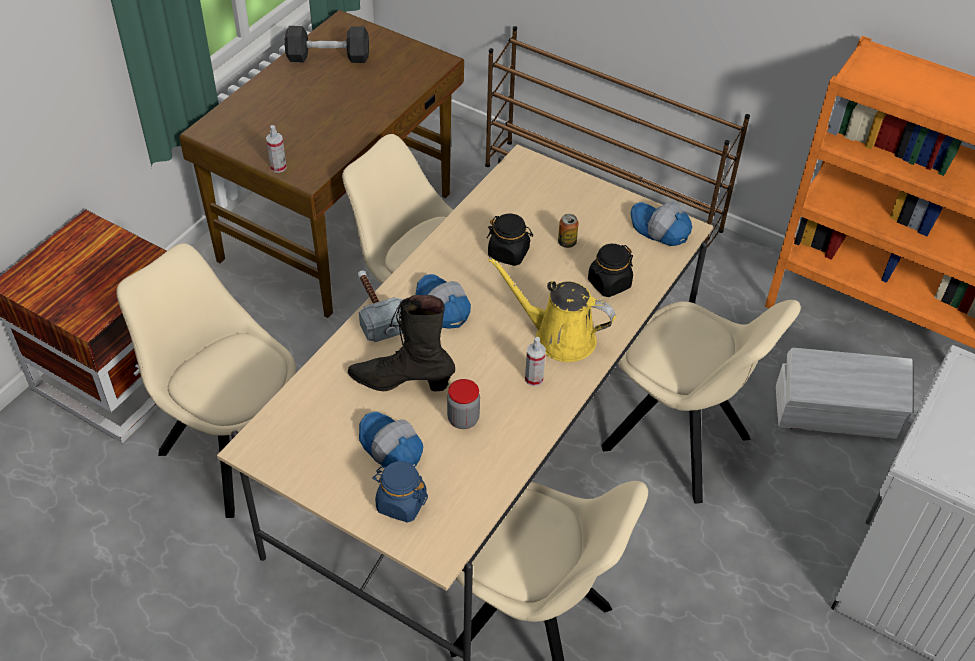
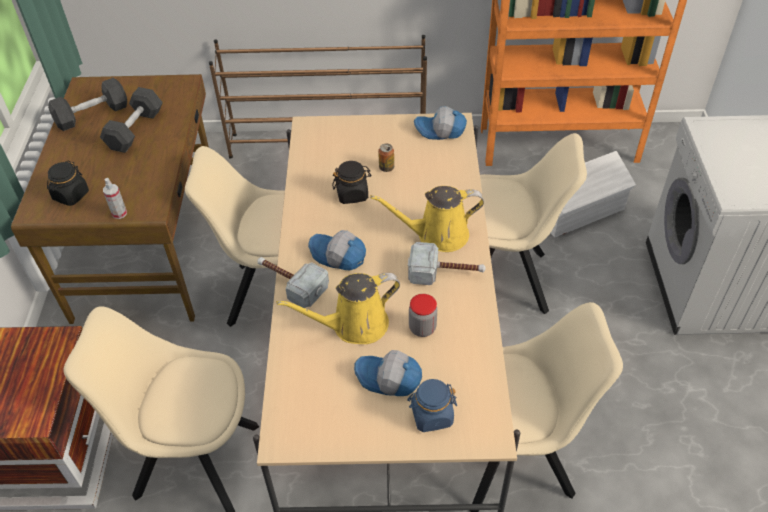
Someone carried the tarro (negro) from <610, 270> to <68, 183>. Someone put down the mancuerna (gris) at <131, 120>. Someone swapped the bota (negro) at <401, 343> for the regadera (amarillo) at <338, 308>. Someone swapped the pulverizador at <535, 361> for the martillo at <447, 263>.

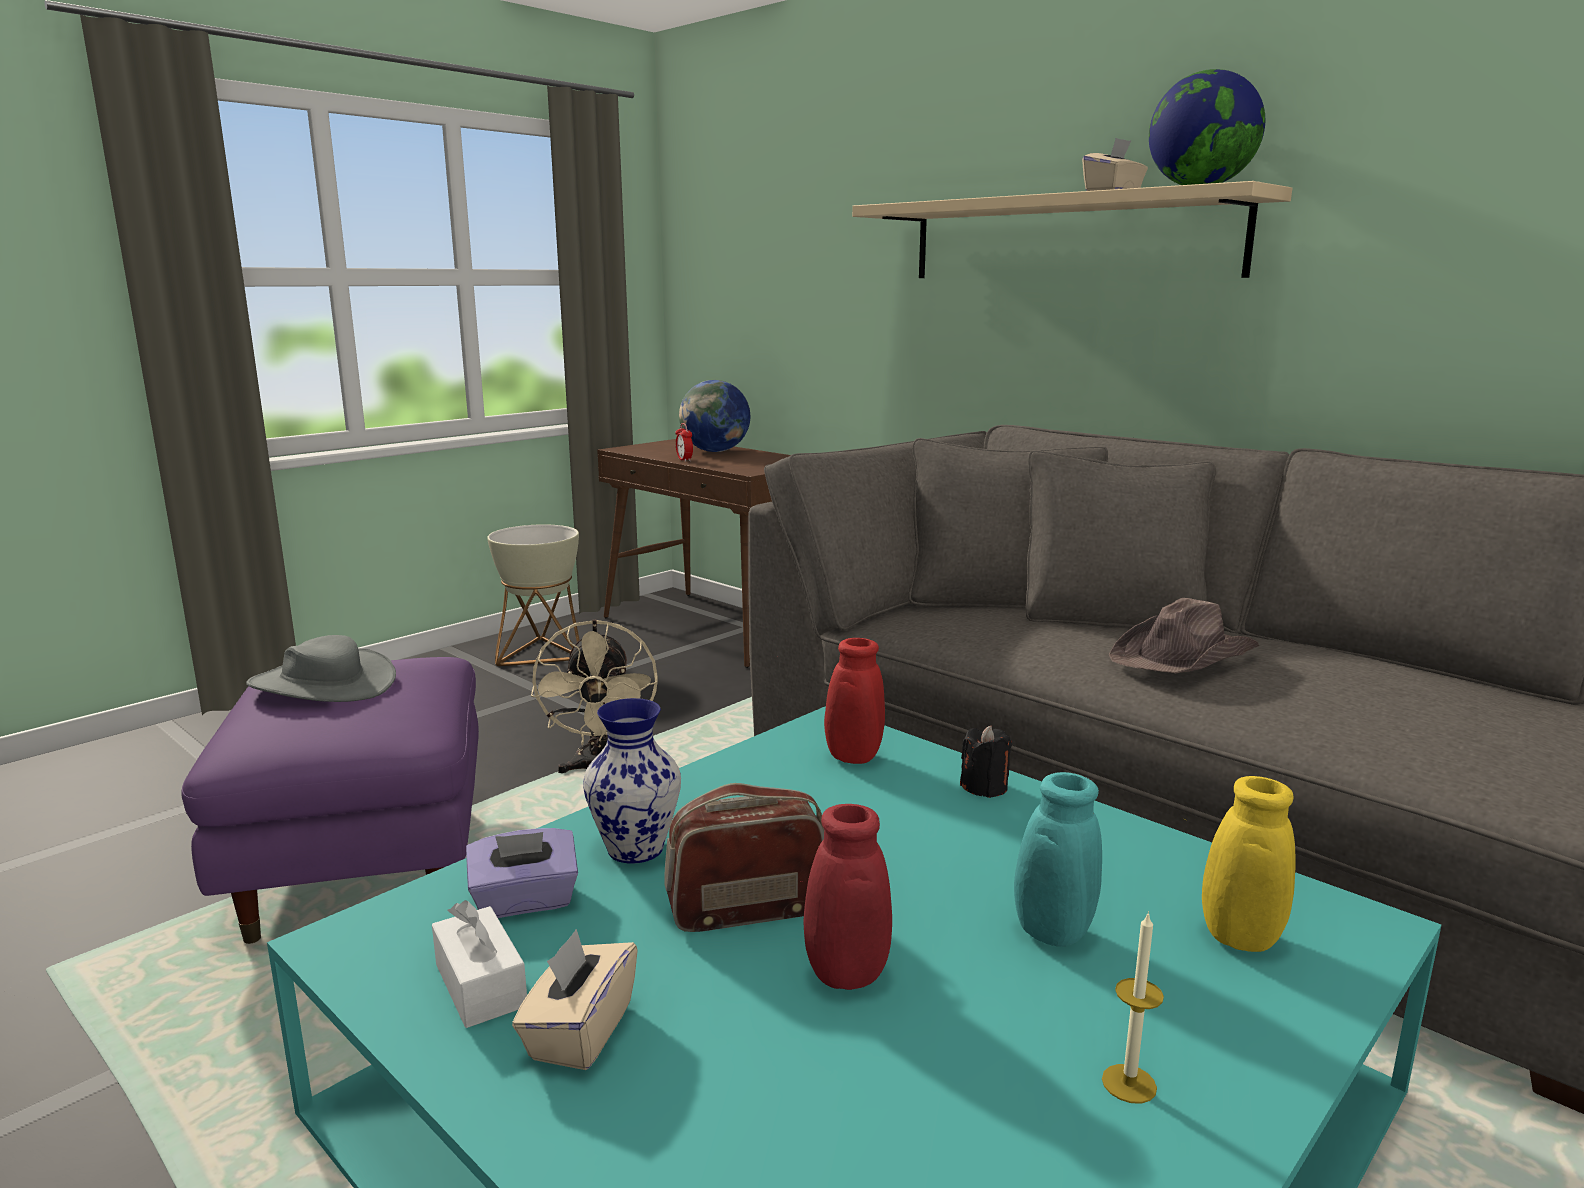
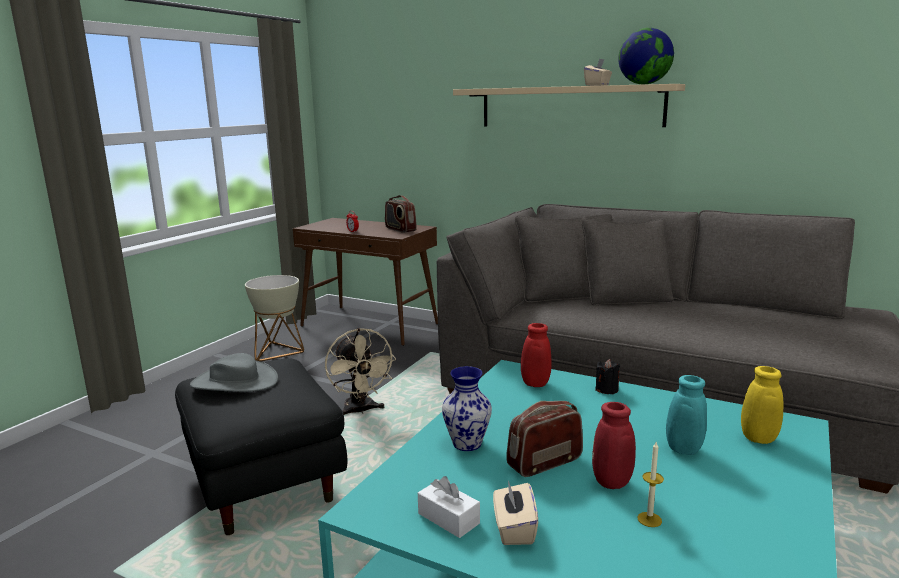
Someone repainted the puf (morado) at <330, 800>, which became the puf (negro) at <261, 447>. Someone put down the radio at <401, 214>. Someone carried the vela from <1133, 1007> to <650, 484>. Someone took away the caja de pañuelos (morado) at <522, 873>. Someone took away the globo terráqueo at <714, 416>. Someone took away the sombrero (marrón) at <1184, 635>.

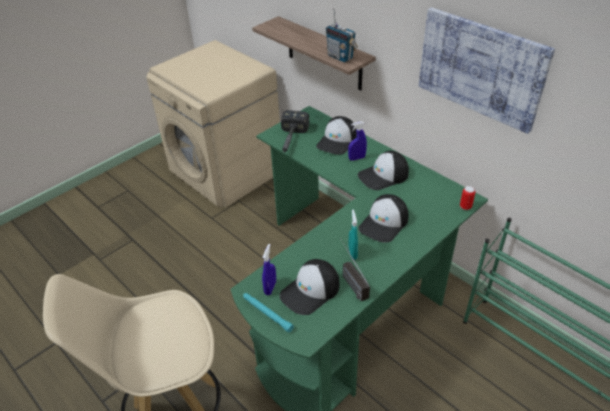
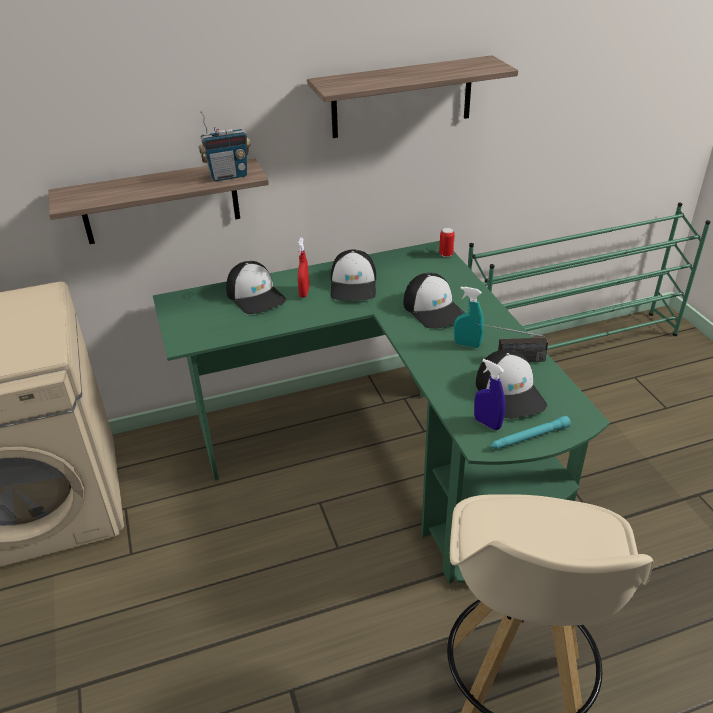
Someone repainted the pulverizador (azul) at <357, 141>, which became the pulverizador (rojo) at <303, 268>. Someone swapped the cuadro at <487, 70> for the estante at <412, 96>. Someone took away the martillo at <295, 131>.

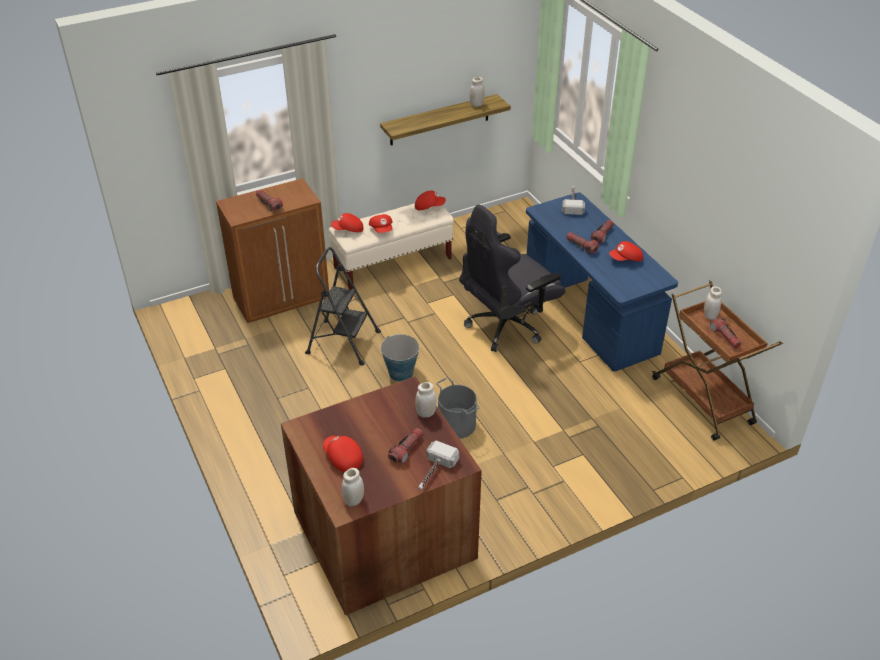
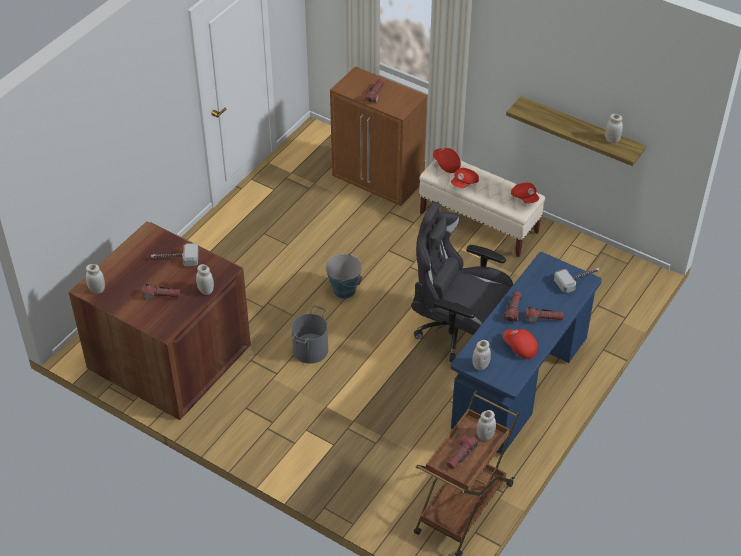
Someone carried the martillo from <438, 465> to <175, 255>. Someone put down the tarro (blanco) at <482, 355>. Someone took away the escalera de tijera (negro) at <343, 306>. Someone took away the gorra (rojo) at <343, 454>.

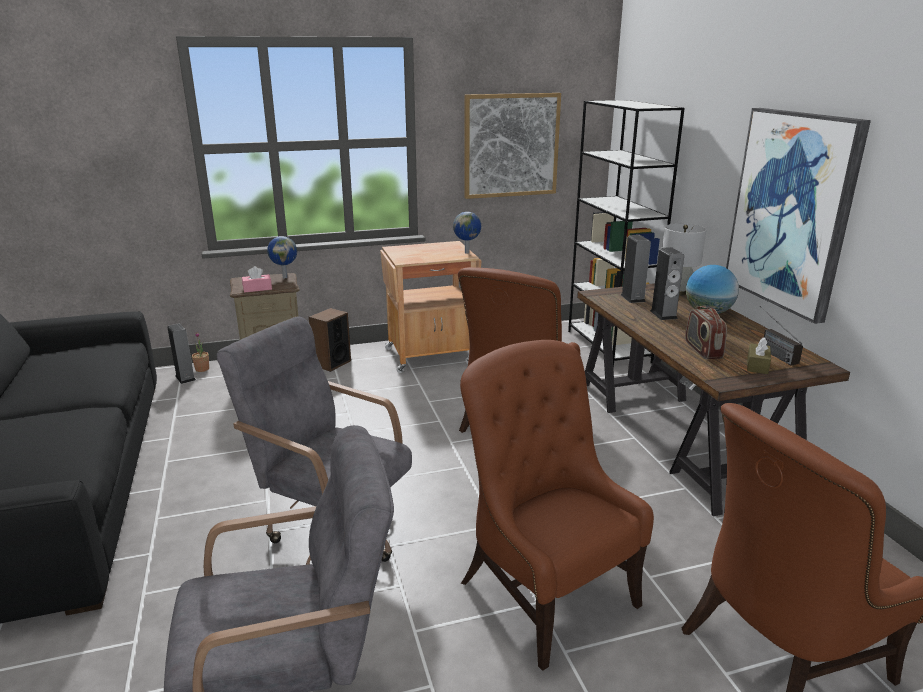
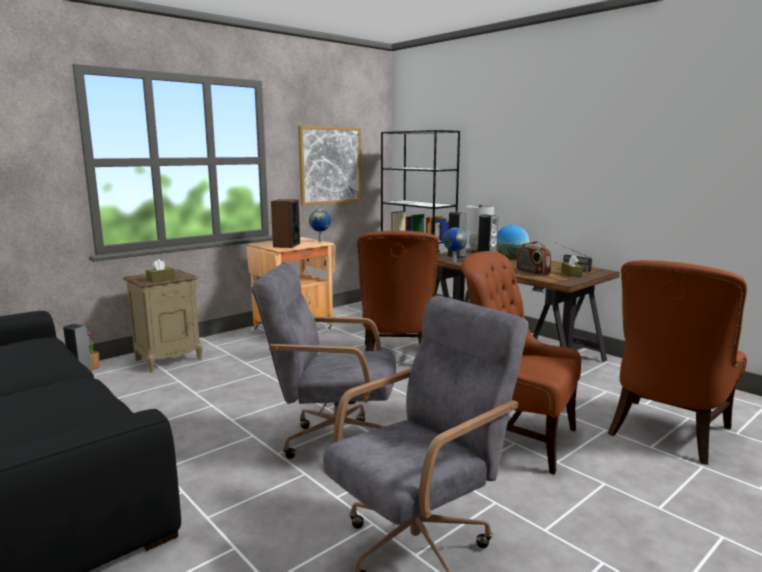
Someone repainted the caja de pañuelos (rosa) at <257, 279>, which became the caja de pañuelos (marrón) at <160, 270>. Someone carried the altavoz from <330, 340> to <285, 223>. Someone carried the globo terráqueo from <282, 257> to <455, 245>. Someone took away the cuadro at <798, 216>.

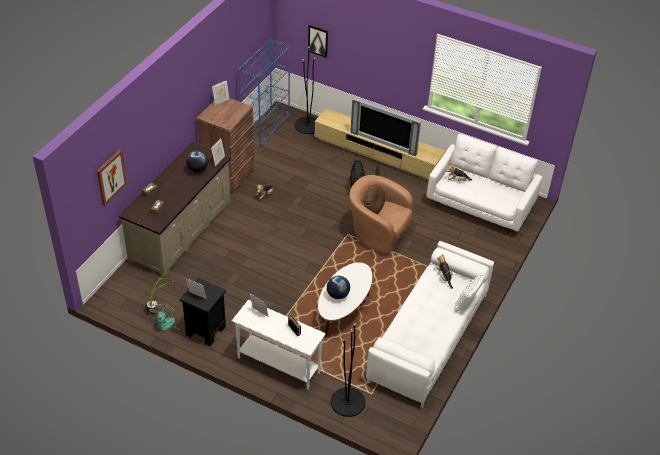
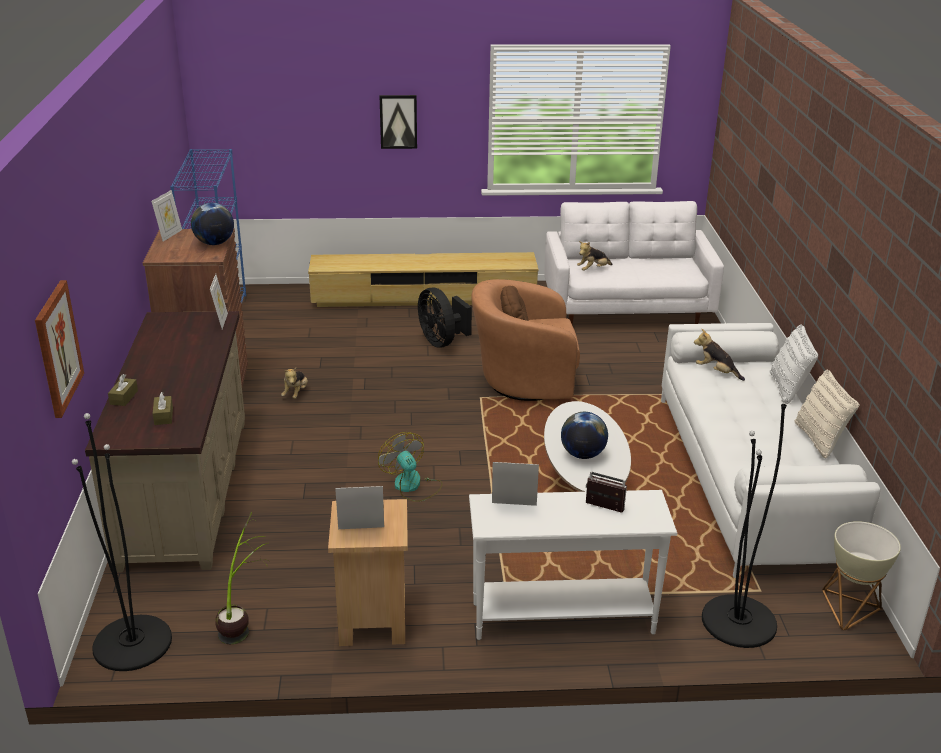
Someone carried the lámpara de pie (negro) from <306, 90> to <122, 542>. Someone carried the globo terráqueo from <197, 161> to <212, 224>. Someone repainted the mesita de noche (negro) at <203, 312>, which became the mesita de noche (beis) at <368, 572>. Someone carried the ventilador from <164, 321> to <410, 467>. Someone carried the cuadro from <318, 41> to <398, 122>. Someone put down the cojín (beis) at <827, 414>. Someone put down the maceta at <861, 575>. Someone took away the televisor at <385, 127>.

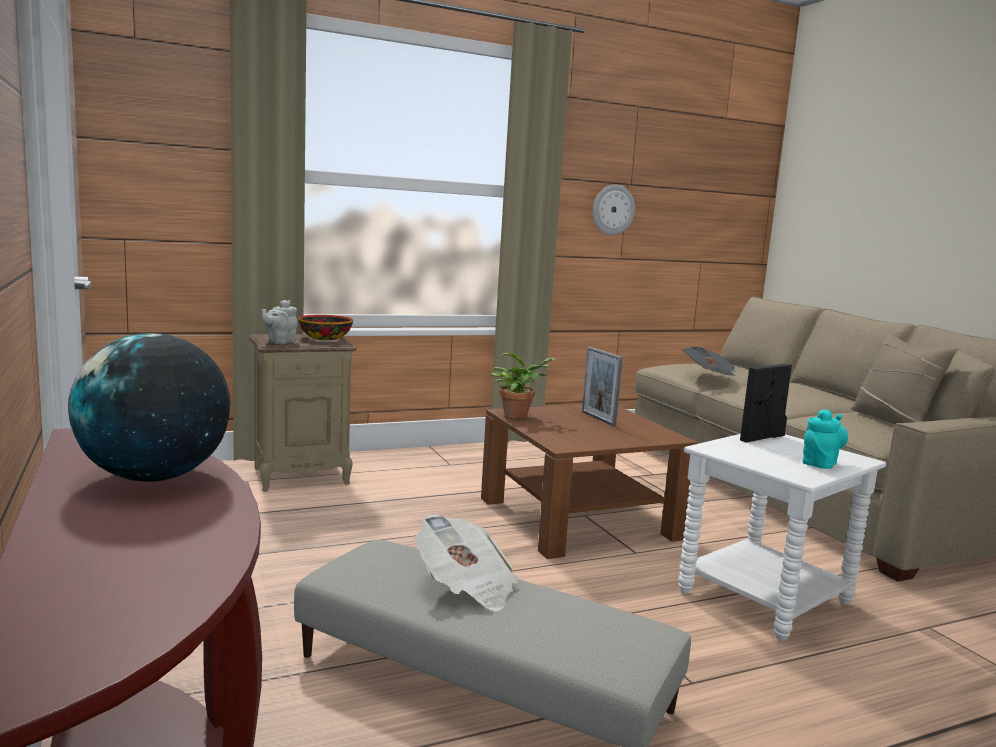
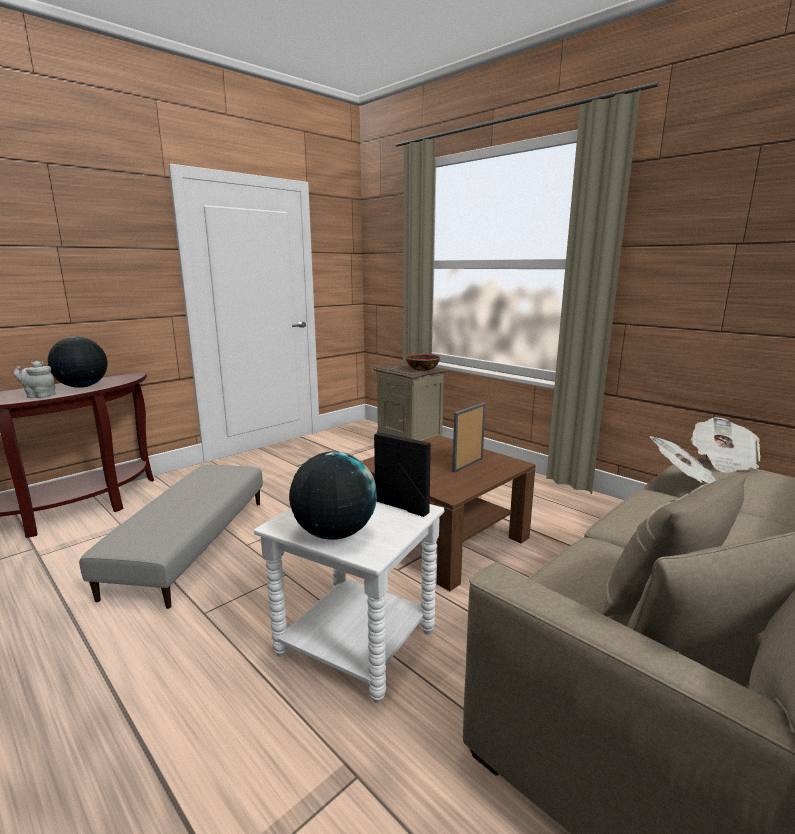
Someone carried the tetera (gris) from <280, 322> to <34, 379>. Someone swapped the tetera (turquesa) at <825, 439> for the globo terráqueo at <333, 495>. Someone carried the periódico from <467, 562> to <725, 445>. Someone took away the planta en maceta at <524, 386>. Someone took away the reloj de pared at <614, 210>.

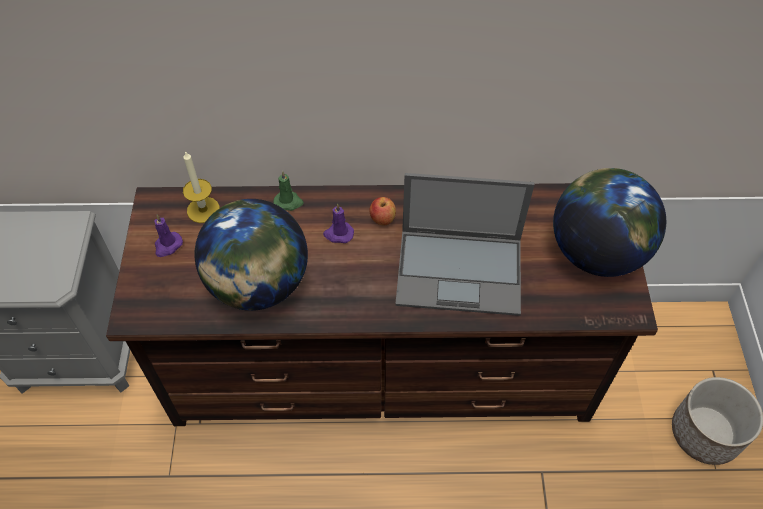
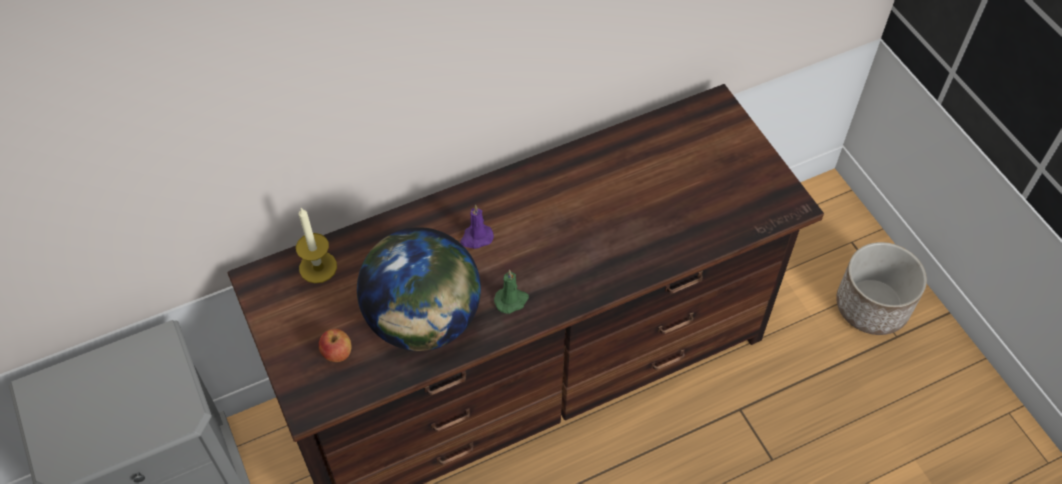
Someone carried the manzana from <382, 211> to <335, 345>. Someone carried the vela (verde) from <288, 191> to <511, 292>. Someone took away the vela (morado) at <169, 236>. Someone took away the portátil at <464, 244>. Someone took away the globo terráqueo at <609, 222>.

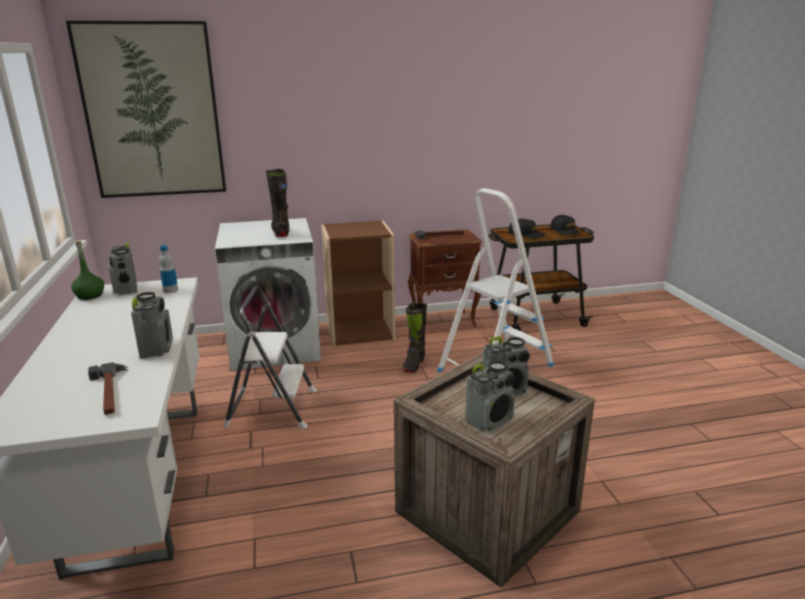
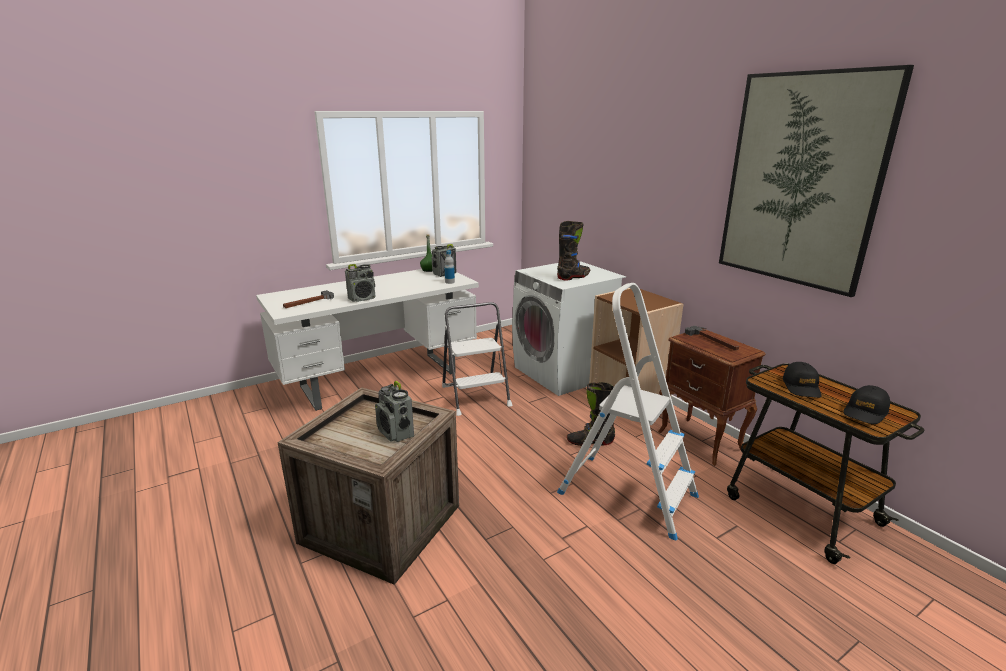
Someone carried the cuadro from <146, 109> to <816, 181>. Someone took away the radio at <490, 396>.

